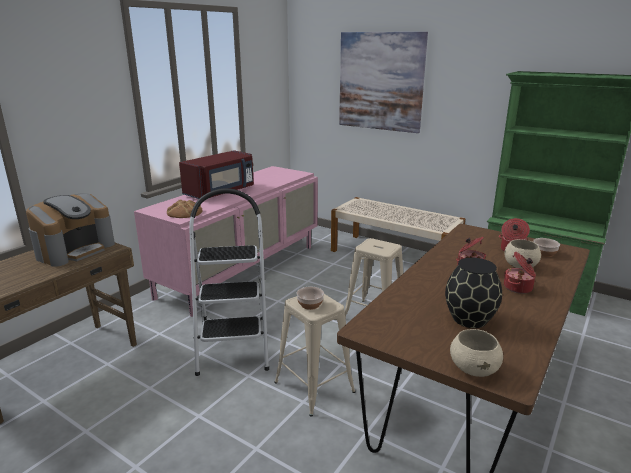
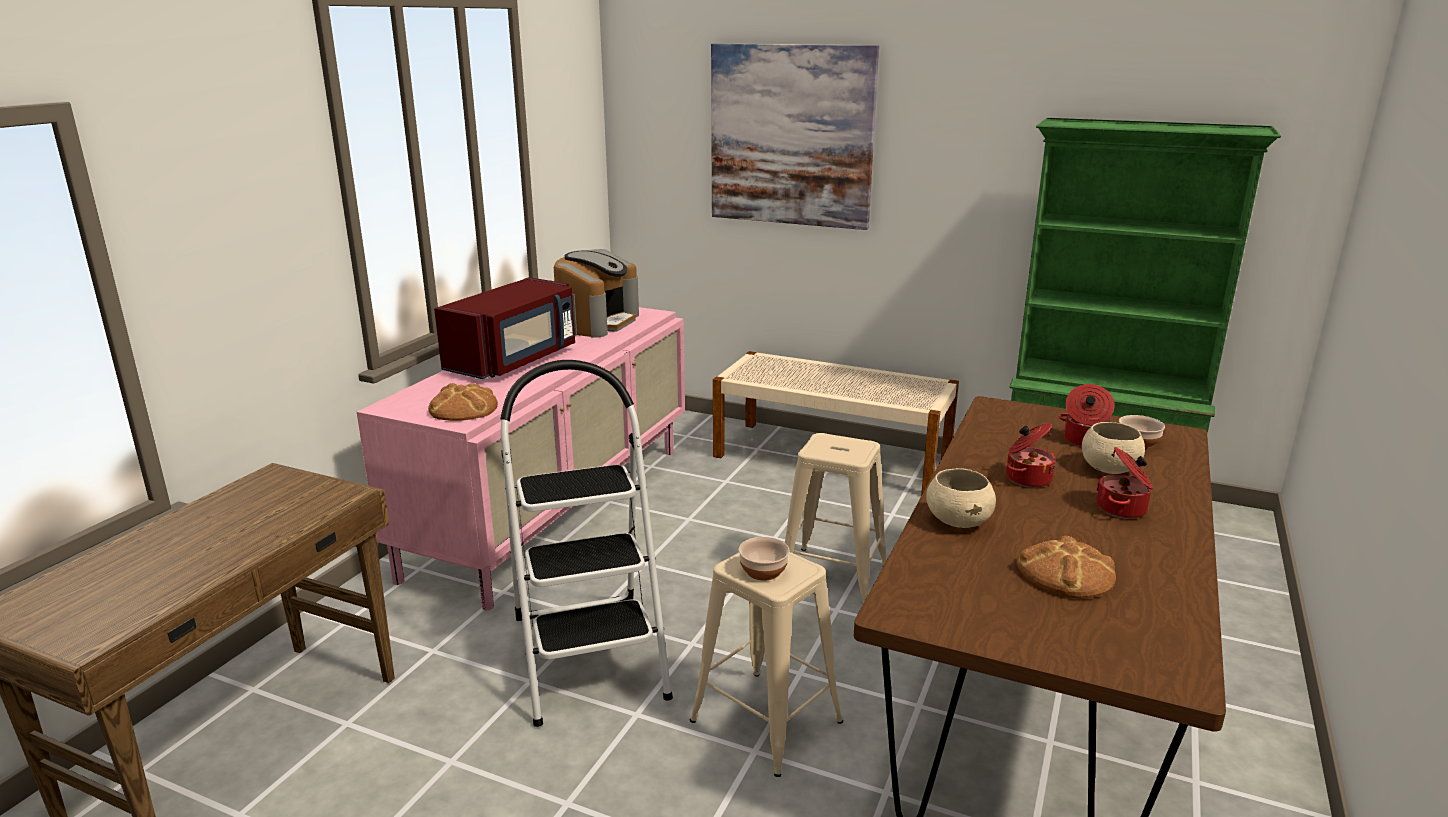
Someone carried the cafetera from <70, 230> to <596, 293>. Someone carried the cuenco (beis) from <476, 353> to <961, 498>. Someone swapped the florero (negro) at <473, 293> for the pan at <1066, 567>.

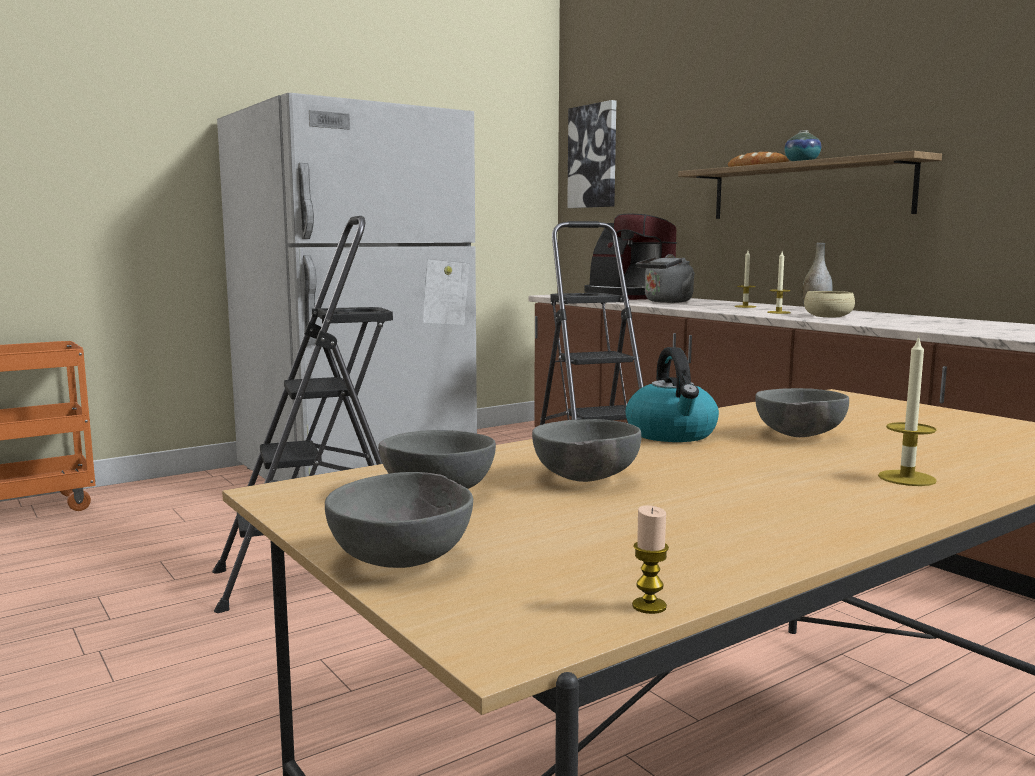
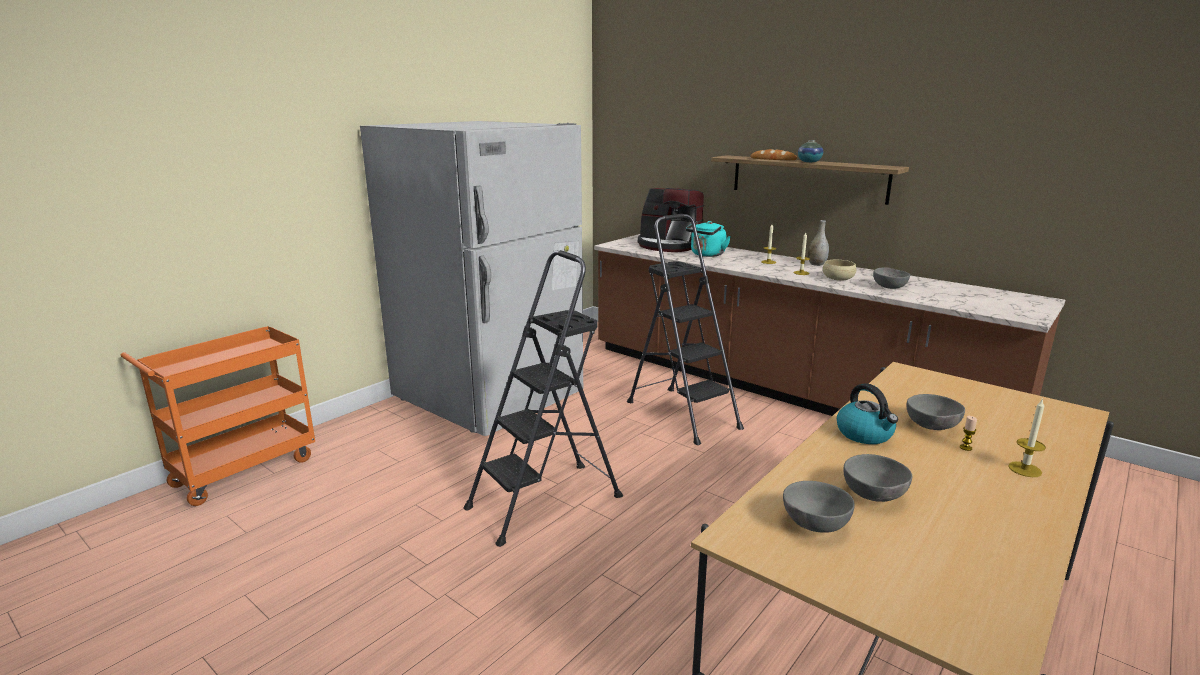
Someone repainted the hervidor (gris) at <665, 278>, which became the hervidor (turquesa) at <708, 239>. Someone carried the cuenco (gris) from <399, 520> to <891, 278>. Someone carried the vela from <650, 559> to <968, 433>. Someone took away the cuadro at <591, 154>.

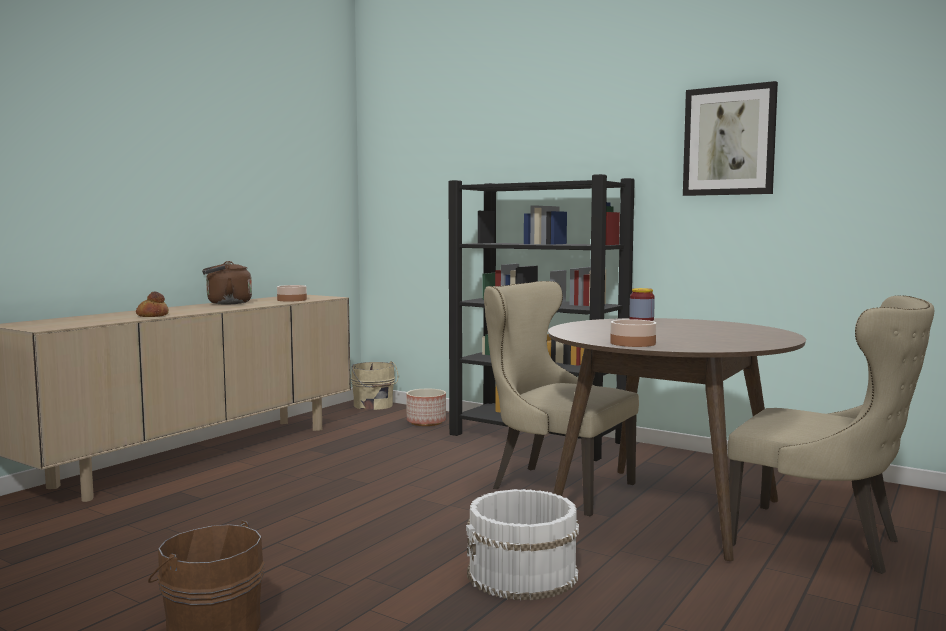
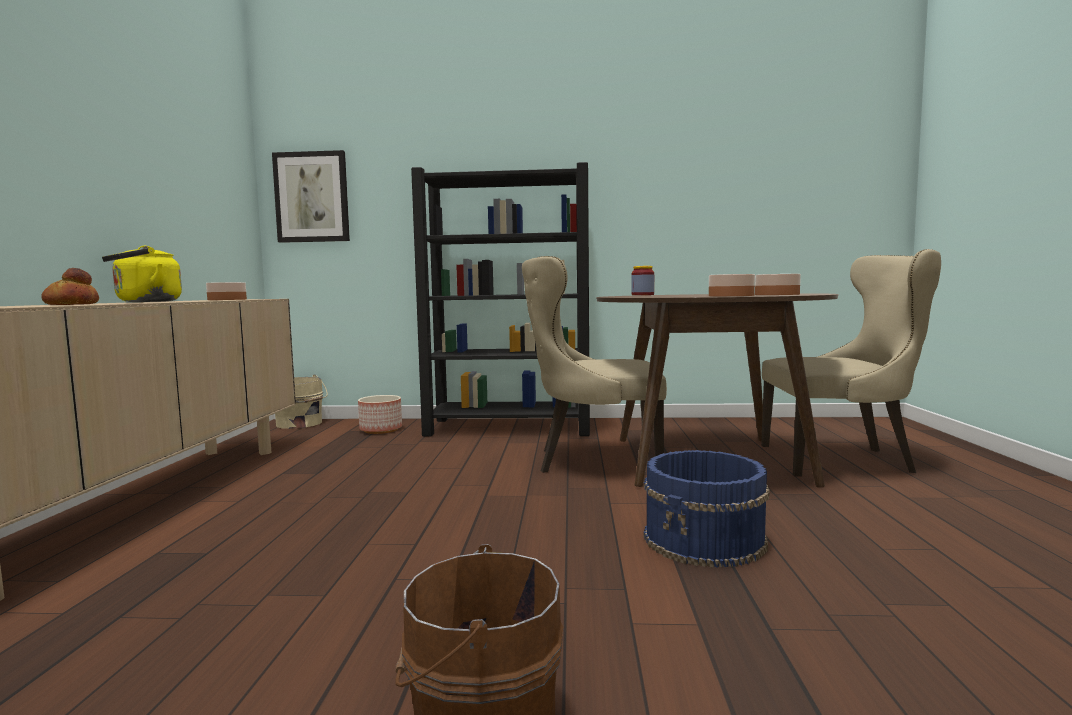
Someone repainted the hervidor (marrón) at <227, 282>, which became the hervidor (amarillo) at <142, 274>. Someone carried the cuadro from <730, 138> to <311, 196>. Someone repainted the cubo (blanco) at <522, 545>, which became the cubo (azul) at <706, 509>. Someone put down the cuenco at <778, 284>.

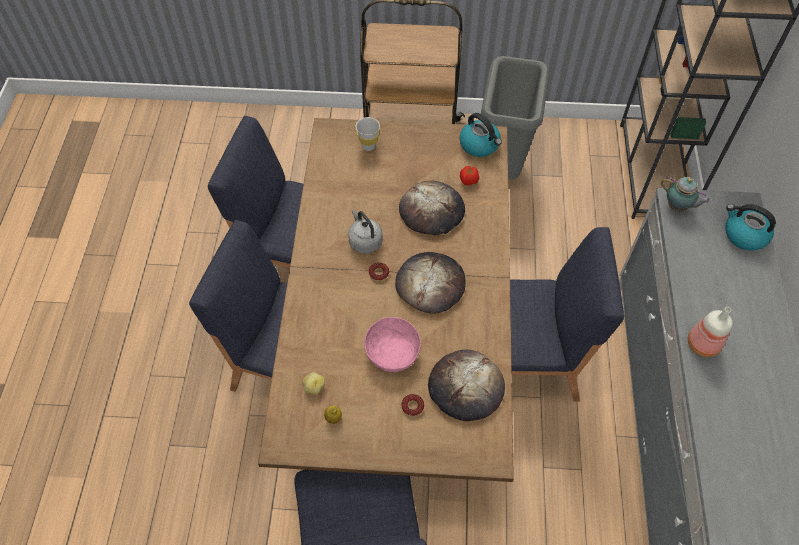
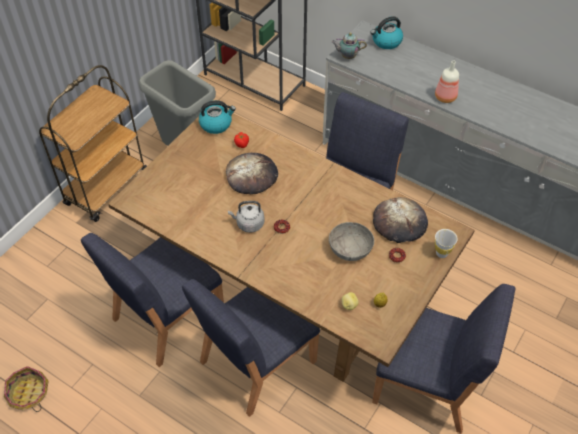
Someone put down the cesta at <26, 389>. Someone repainted the cuenco (rosa) at <392, 344>, which became the cuenco (gris) at <351, 241>. Someone rotated the tetera at <686, 194> by 150 degrees counterclockwise. Someone carried the taza (blanco) from <368, 134> to <446, 243>. Someone took away the pan at <430, 283>.

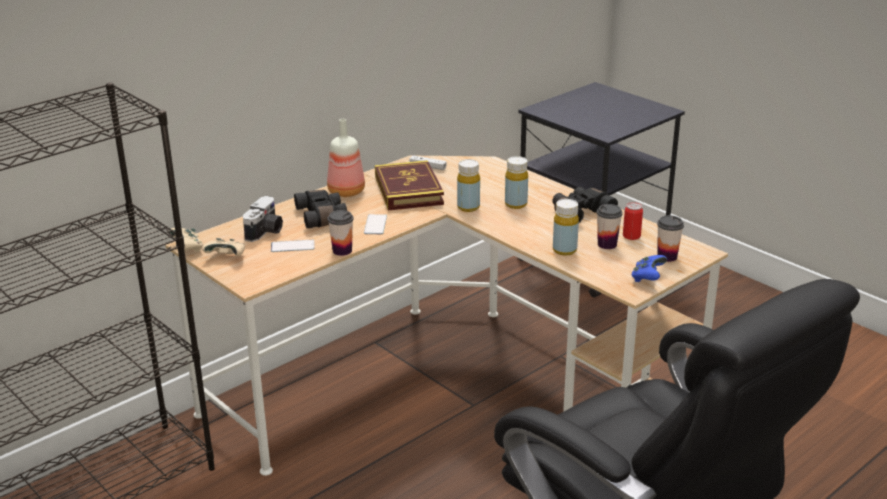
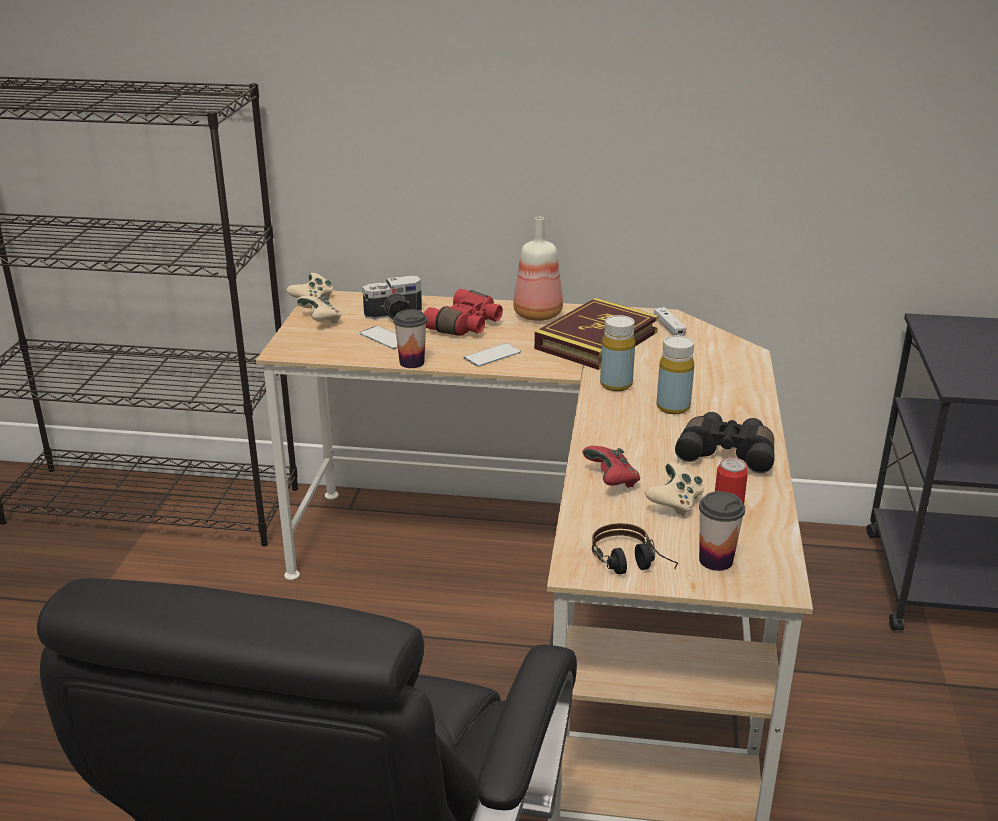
Someone repainted the prismáticos (negro) at <320, 209>, which became the prismáticos (rojo) at <463, 312>. Someone swapped the botella (amarillo) at <566, 227> for the mando de consola (rojo) at <611, 467>. Someone swapped the mando de consola (azul) at <649, 268> for the auriculares at <635, 549>. Someone swapped the taza at <610, 226> for the mando de consola (beis) at <674, 489>.

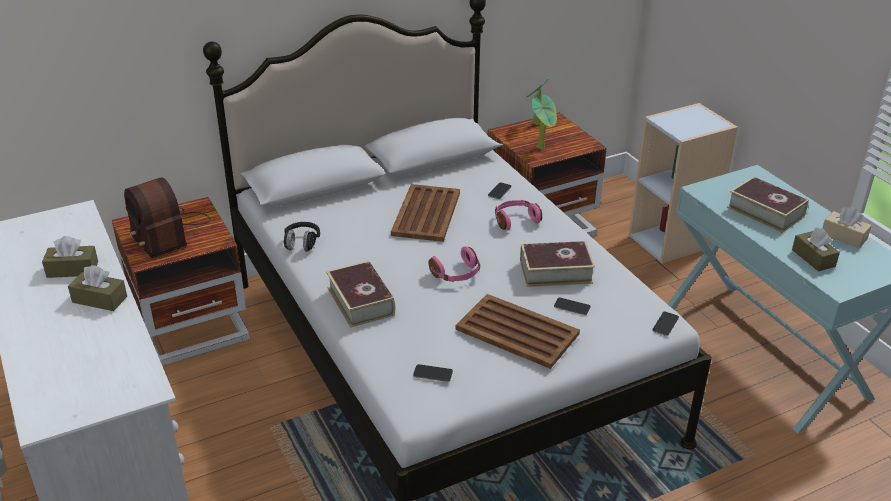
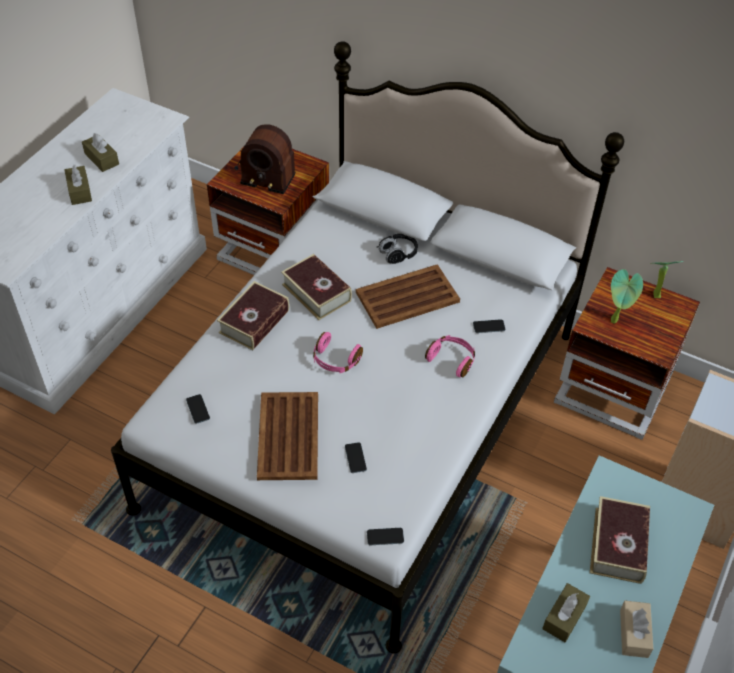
Someone rotated the radio at <167, 217> by 90 degrees counterclockwise. Someone carried the libro from <557, 264> to <316, 287>. Someone carried the auriculares (negro) from <302, 237> to <397, 249>.

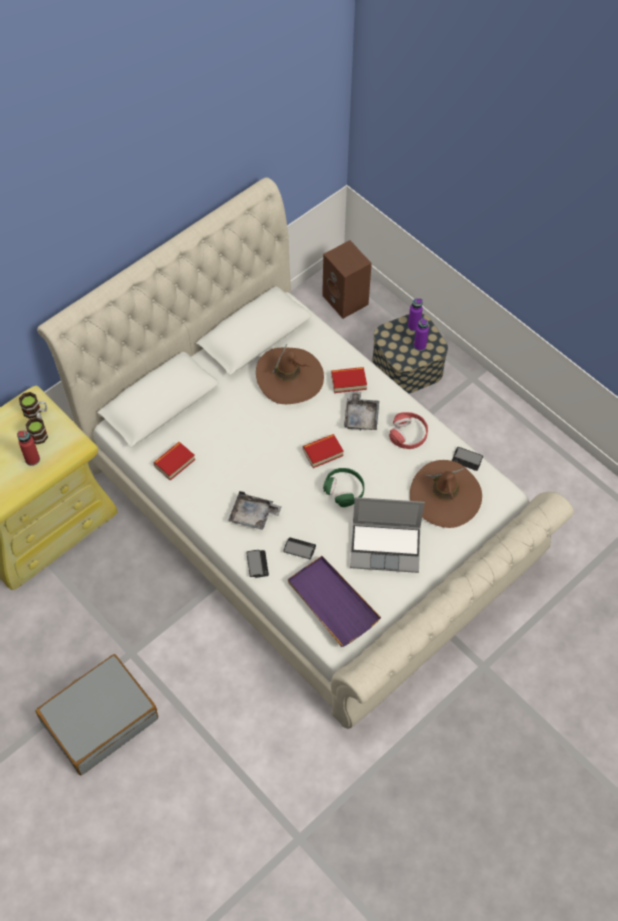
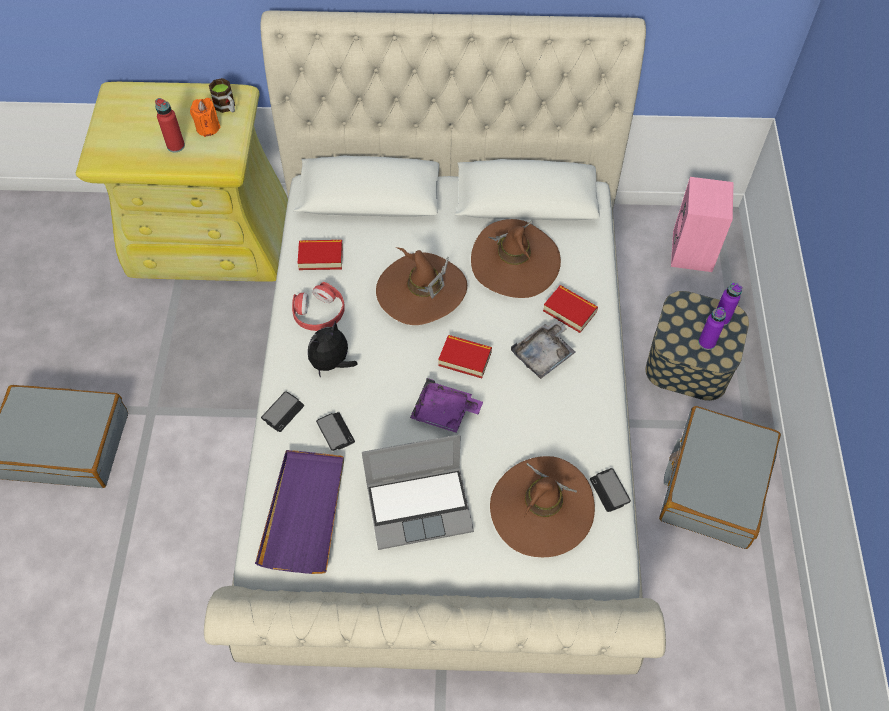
Someone swapped the taza grande at <37, 428> for the vela (naranja) at <205, 117>. Someone carried the auriculares (rojo) from <408, 430> to <318, 306>. Someone swapped the bandeja (gris) at <255, 510> for the peluche at <333, 349>. Someone rotated the portátil at <387, 535> by 60 degrees counterclockwise. Someone put down the sombrero (marrón) at <421, 286>. Someone swapped the auriculares (verde) at <343, 487> for the bandeja (morado) at <446, 405>. Someone put down the maleta (gris) at <720, 477>. Someone repainted the altavoz (marrón) at <347, 279>, which became the altavoz (rosa) at <702, 224>.

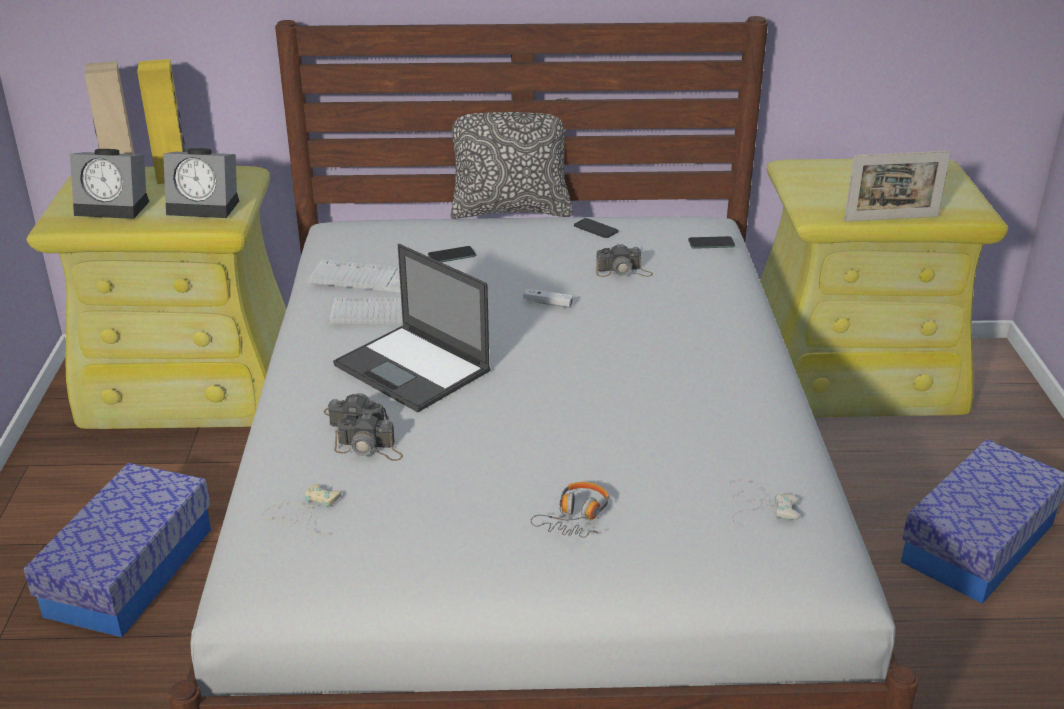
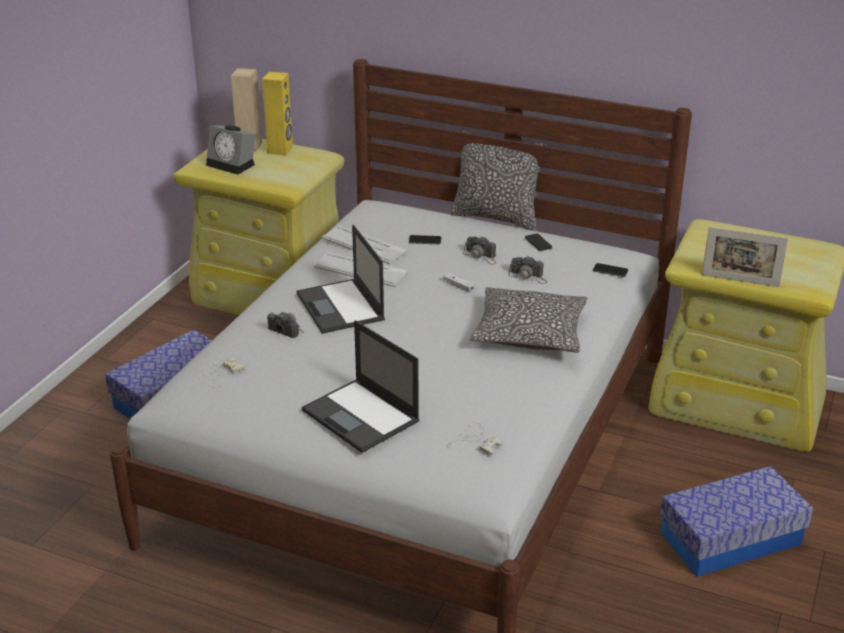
Someone swapped the auriculares at <570, 510> for the portátil at <360, 386>. Someone carried the cámara from <368, 437> to <479, 250>. Someone put down the cojín at <528, 320>. Someone took away the despertador at <201, 183>.

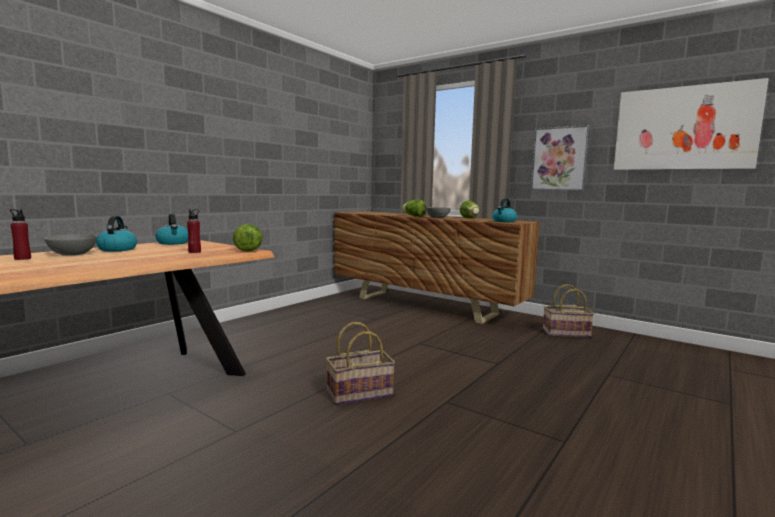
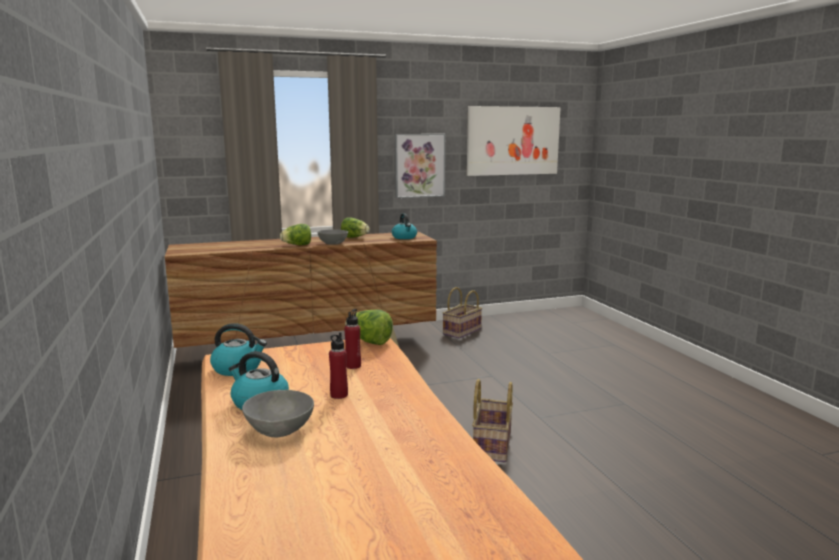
Someone carried the botella (rojo) from <20, 234> to <338, 365>.

